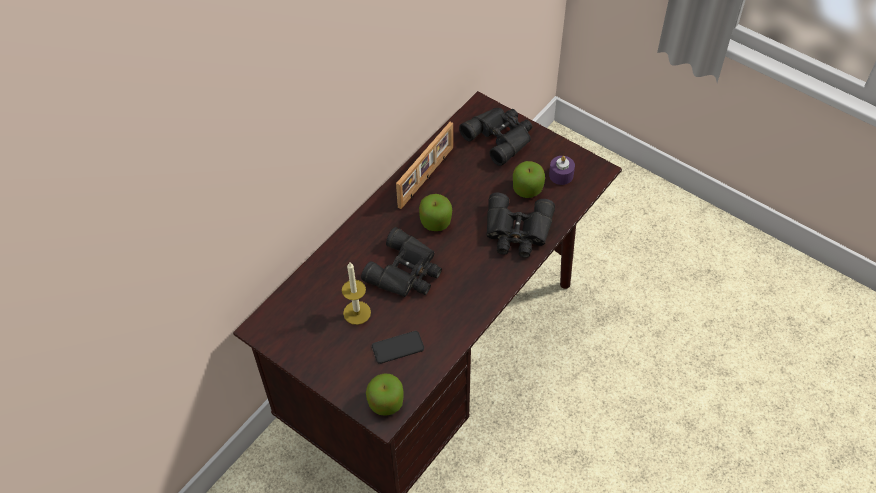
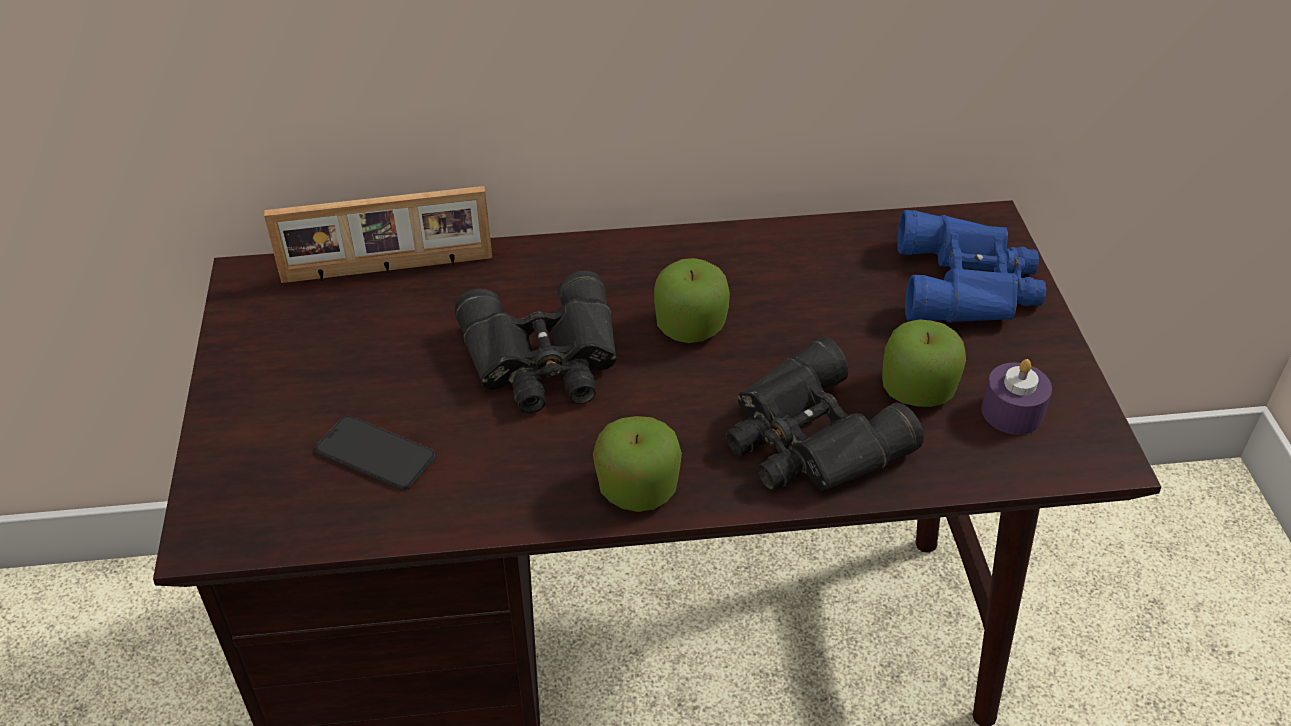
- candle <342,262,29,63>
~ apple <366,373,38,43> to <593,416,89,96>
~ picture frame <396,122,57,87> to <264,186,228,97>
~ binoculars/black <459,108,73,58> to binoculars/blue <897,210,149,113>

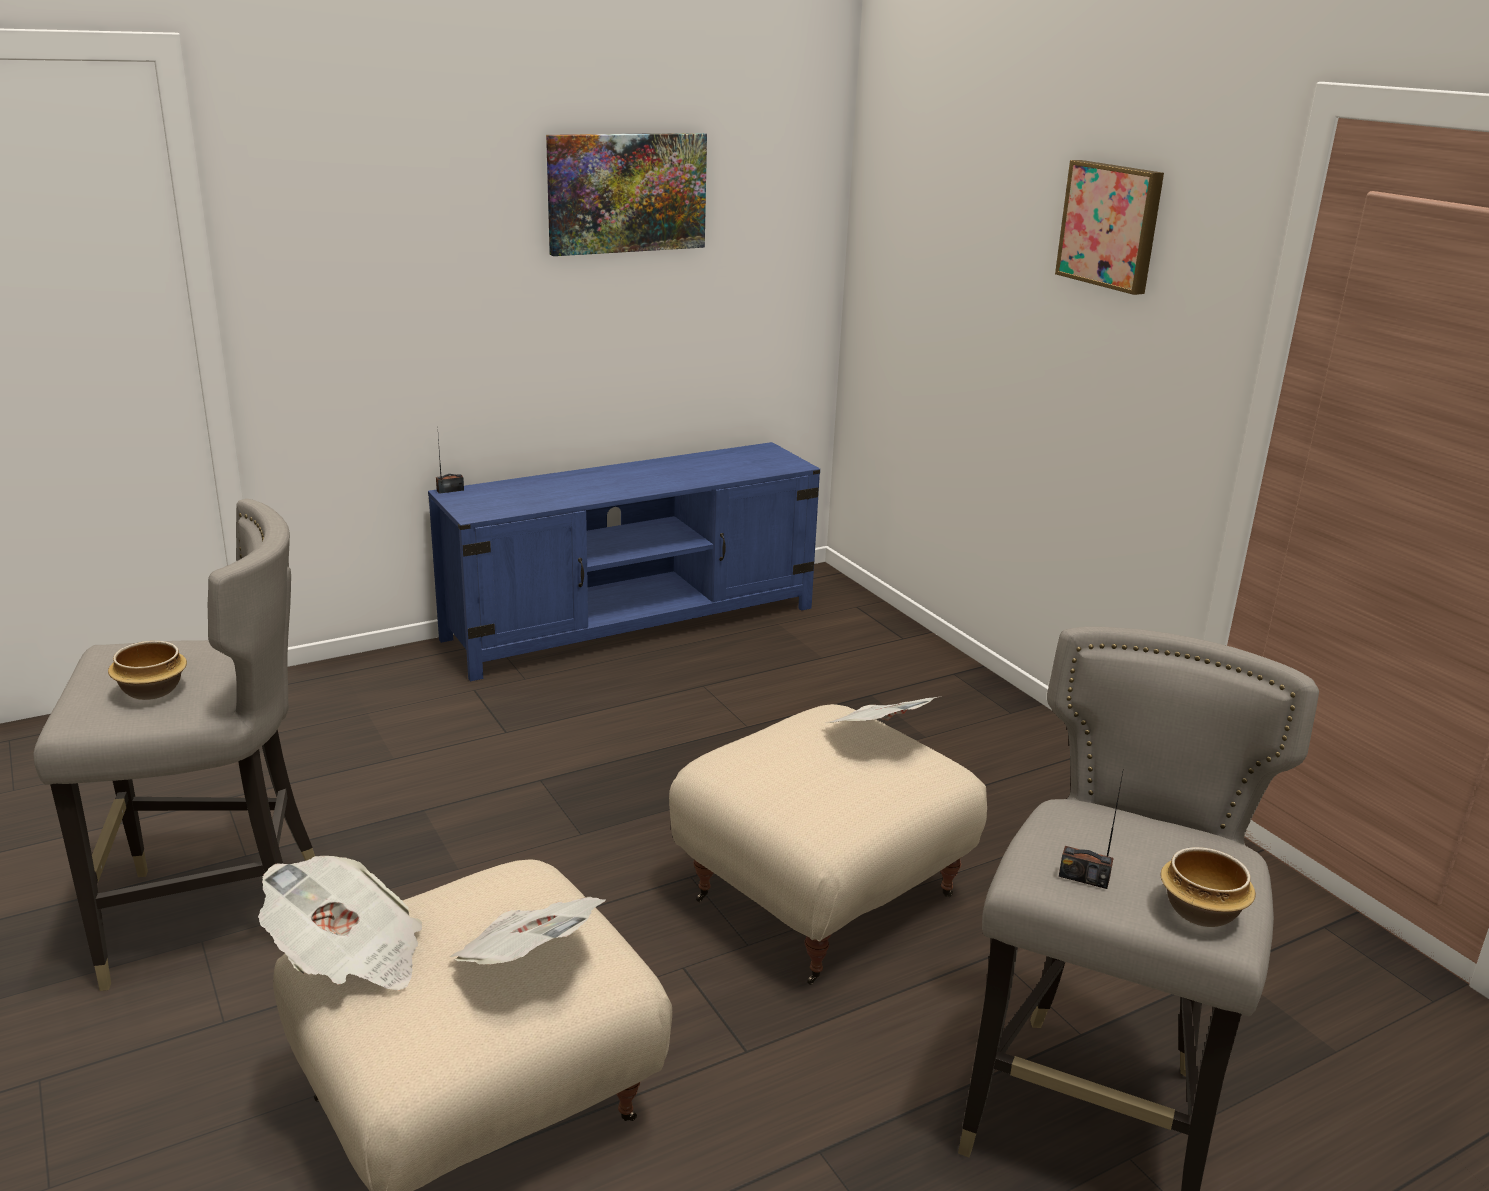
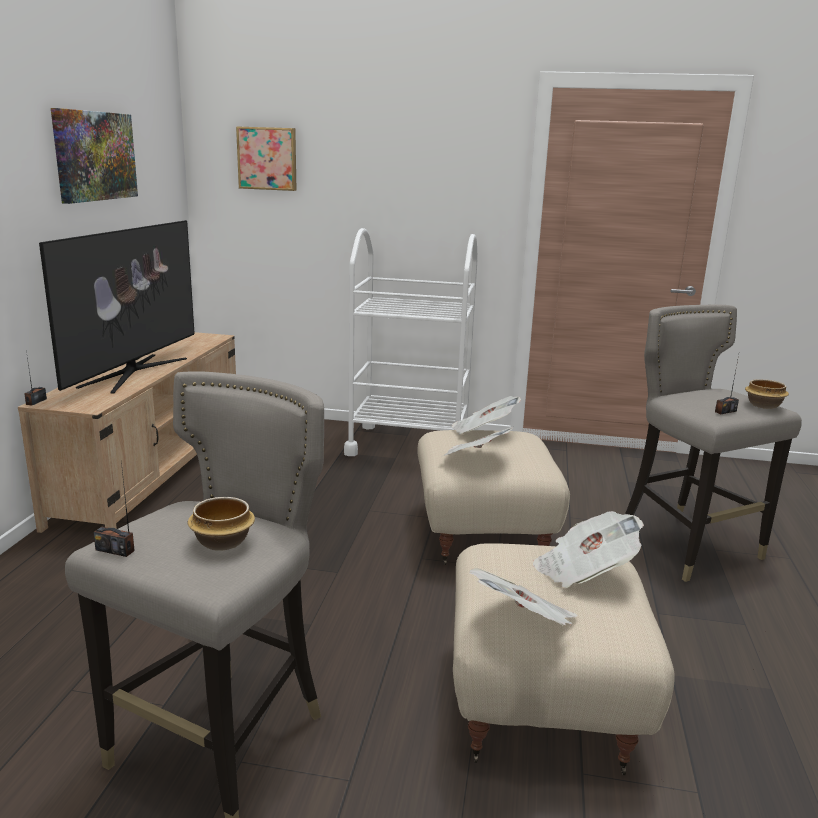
+ television <39,220,156,173>
+ radio <93,462,42,95>
+ cart/white <344,228,134,228>
+ newspaper <441,427,72,30>
~ picture <1055,160,109,135> to <236,126,61,65>
~ tv stand/blue <428,442,392,239> to tv stand/beige <18,332,218,201>

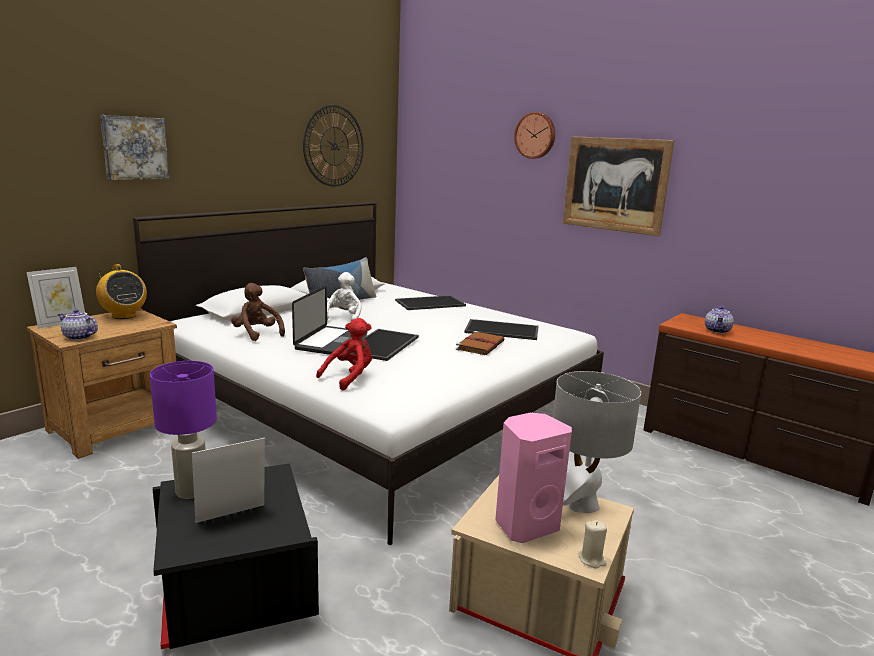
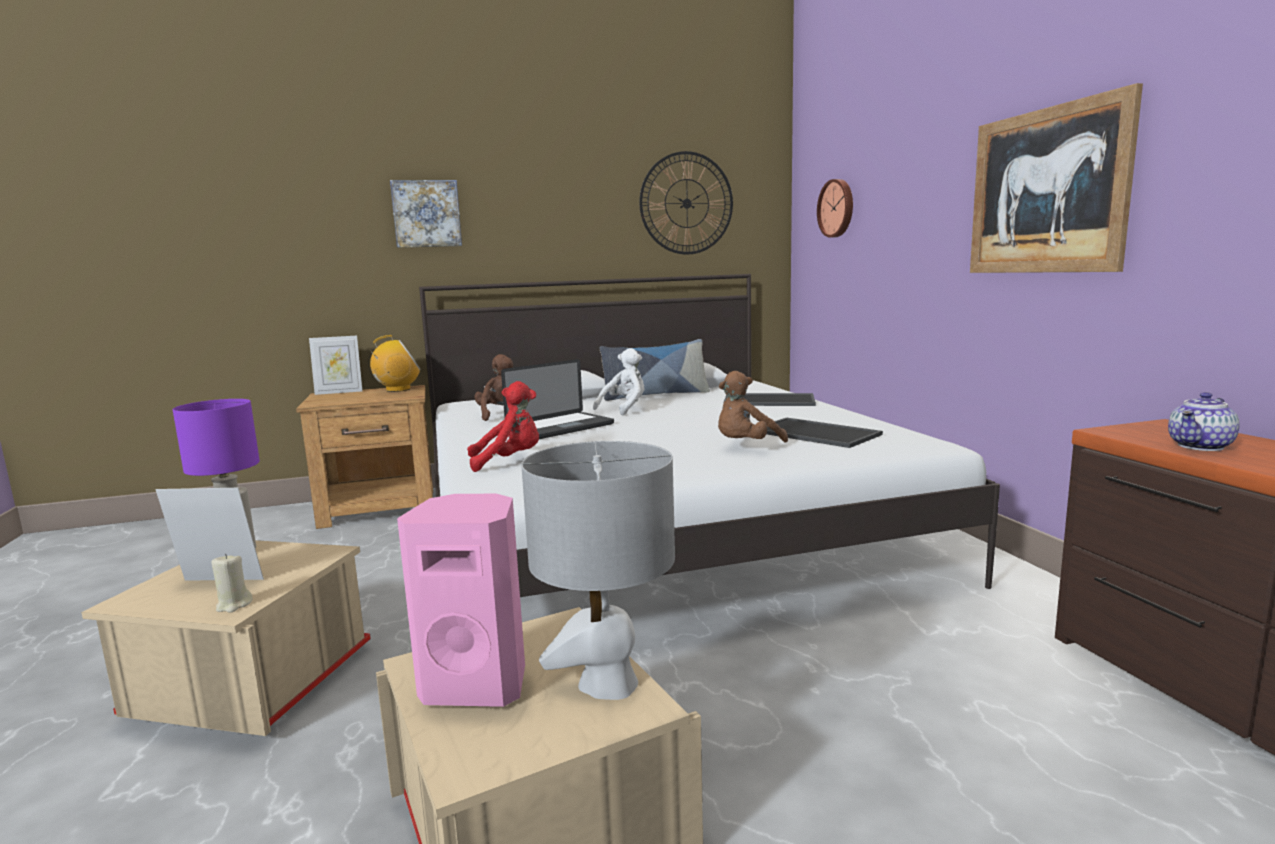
- teapot <57,309,41,31>
- tray <346,329,73,32>
~ wall clock <514,112,41,47> to <817,179,36,59>
~ candle/beige <579,520,28,49> to <212,554,41,59>
~ book/brown <456,331,48,24> to plush toy/brown <718,371,70,72>
~ storage box/black <153,464,166,186> to storage box/beige <81,540,290,196>
~ radio <96,264,51,55> = <368,335,53,57> 105 degrees counterclockwise

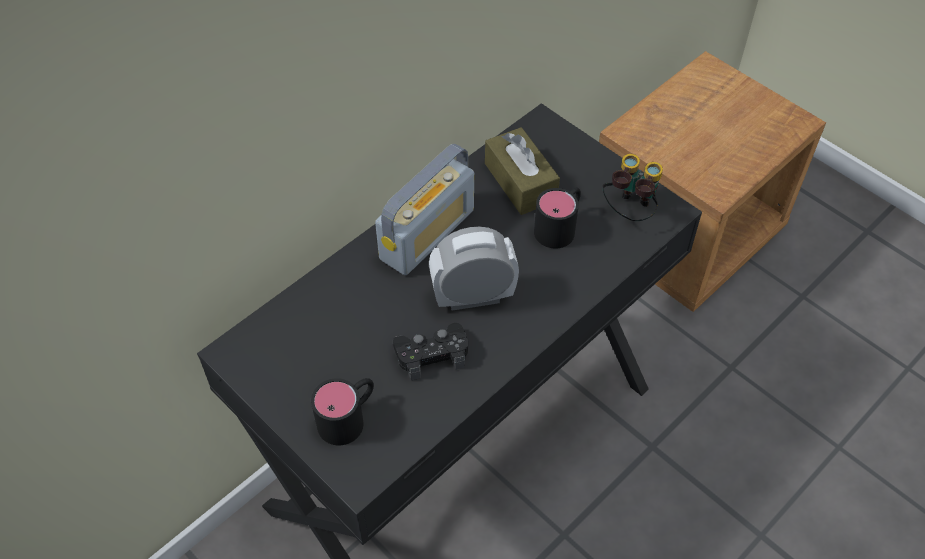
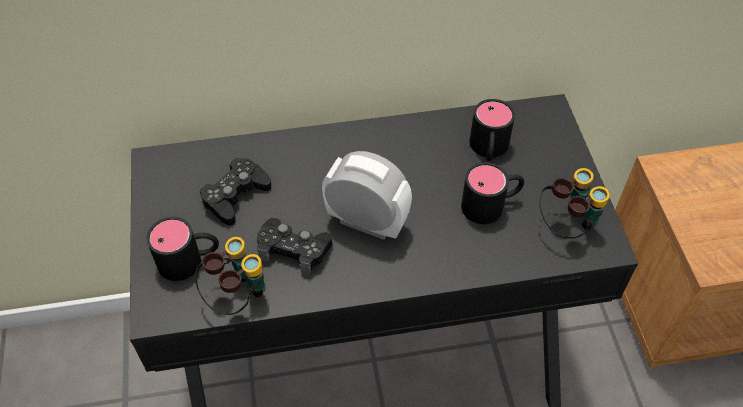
- radio <375,143,99,132>
+ binoculars <195,237,69,78>
+ game controller/black <200,157,71,68>
~ tissue box/brown <485,127,75,88> to mug/black <469,99,46,62>

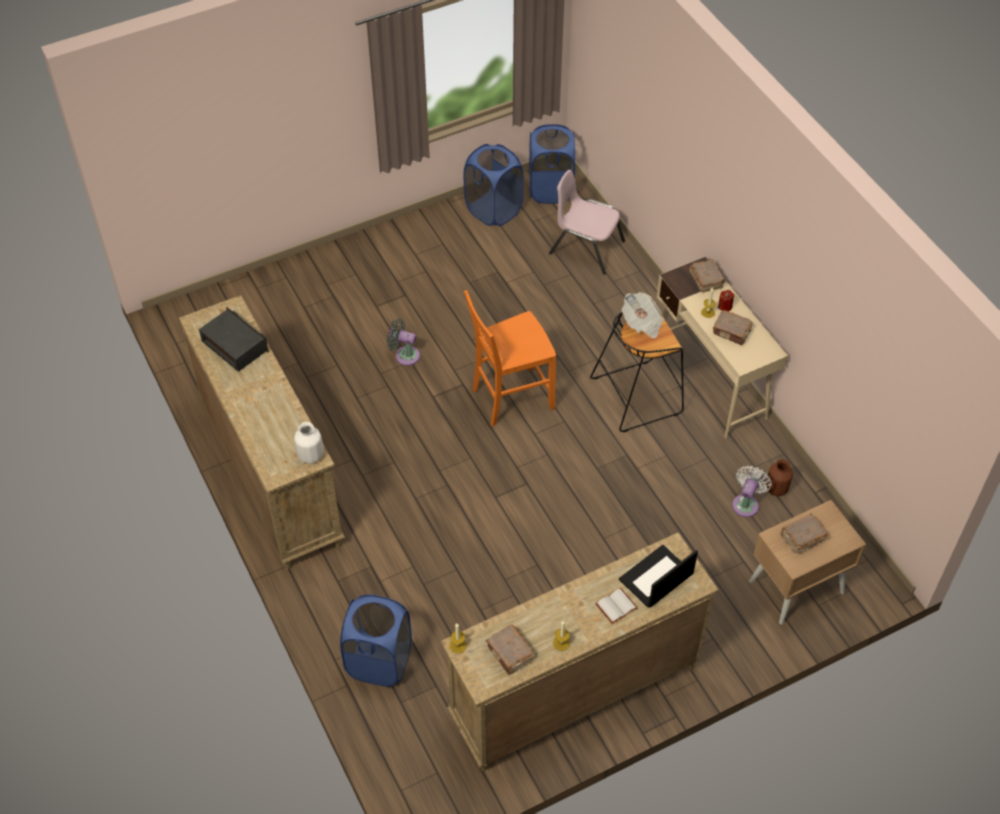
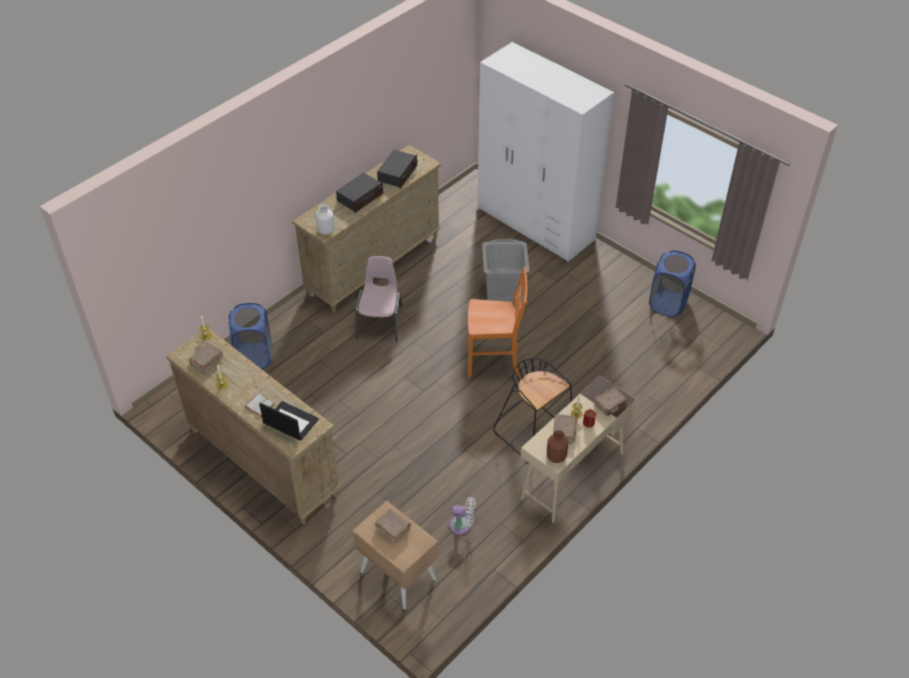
- laundry basket/blue <529,124,46,80>
- newspaper <622,292,42,47>
+ radio <336,172,47,41>
+ wardrobe/white <477,42,137,220>
~ chair/pink <549,170,76,105> to <355,256,47,86>
~ vase/brown <766,459,27,37> to <547,430,21,33>
~ fan/grey <387,318,33,48> to laundry basket/grey <482,239,47,64>
~ chair/orange <464,290,92,136> = <468,267,59,110> 135 degrees clockwise

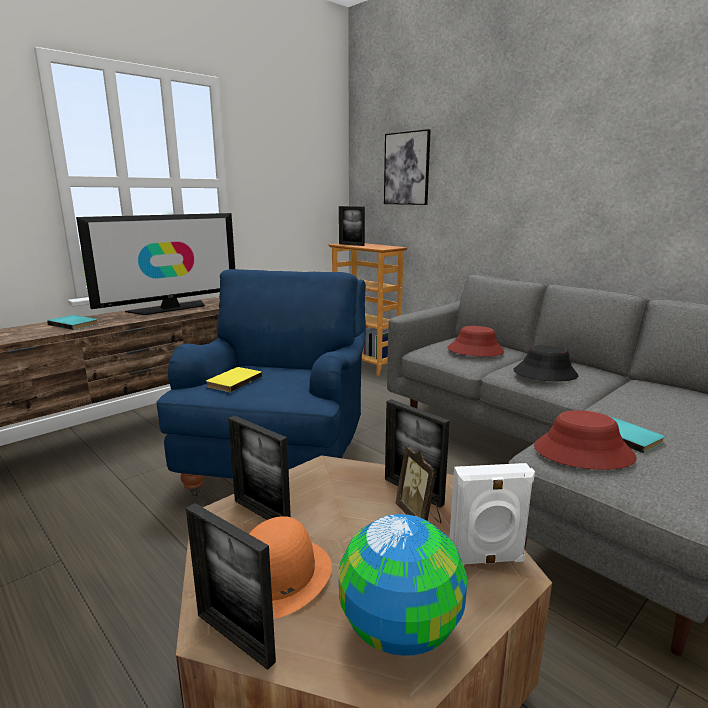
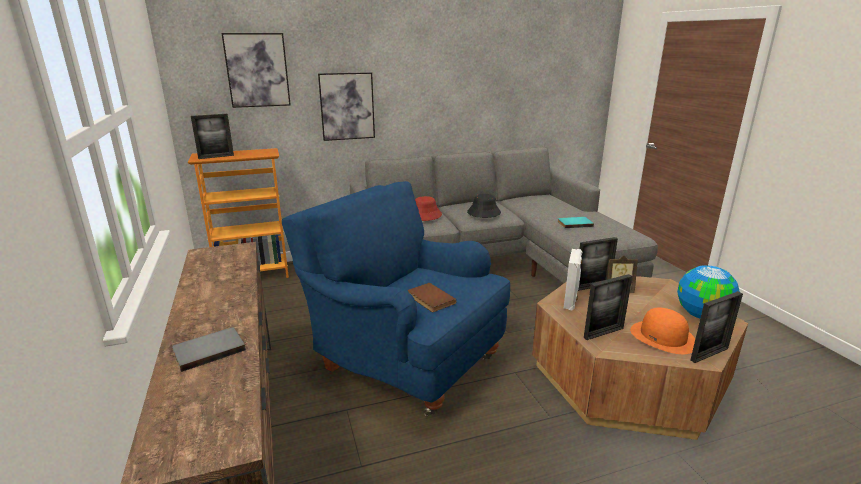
- television <76,213,159,102>
- hat/red <534,410,102,60>
+ picture <318,72,57,69>
~ speaker/white <449,463,86,102> to <564,249,18,61>
~ book/turquoise <47,315,51,15> to book/grey <172,327,74,45>
~ book/yellow <206,367,57,25> to book/brown <408,283,48,29>

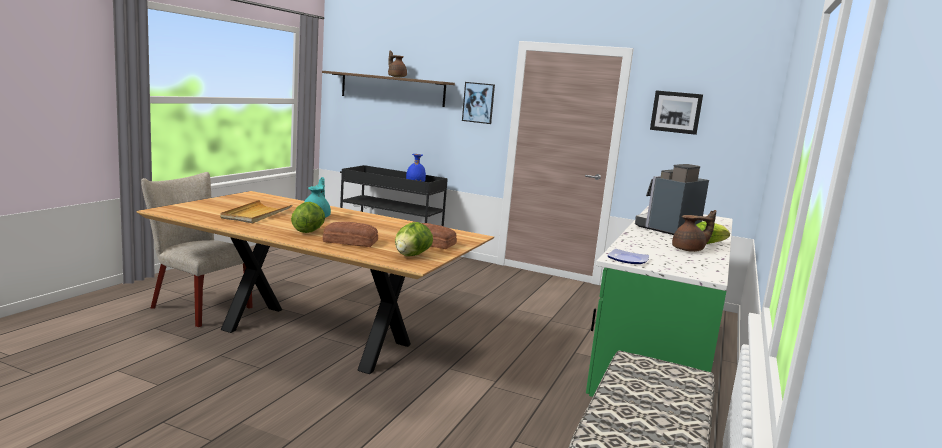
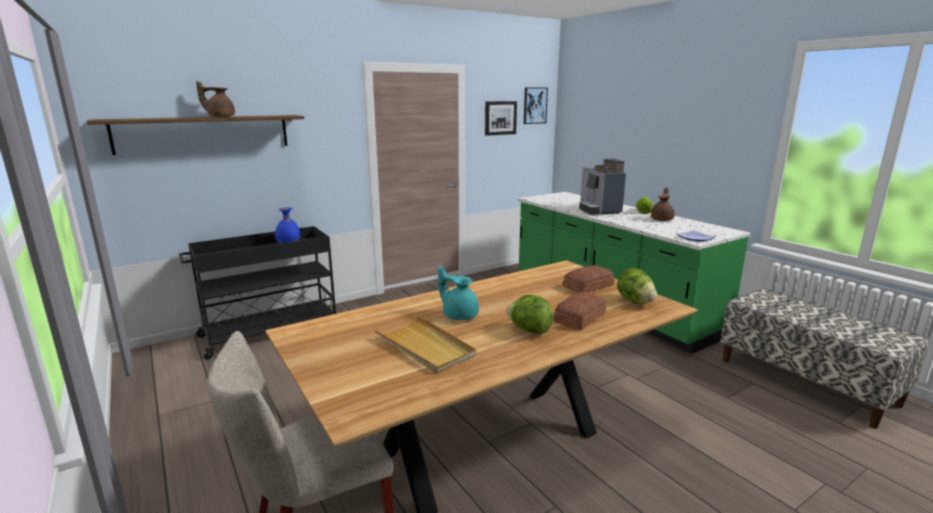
~ picture <462,82,33,42> to <524,87,24,37>

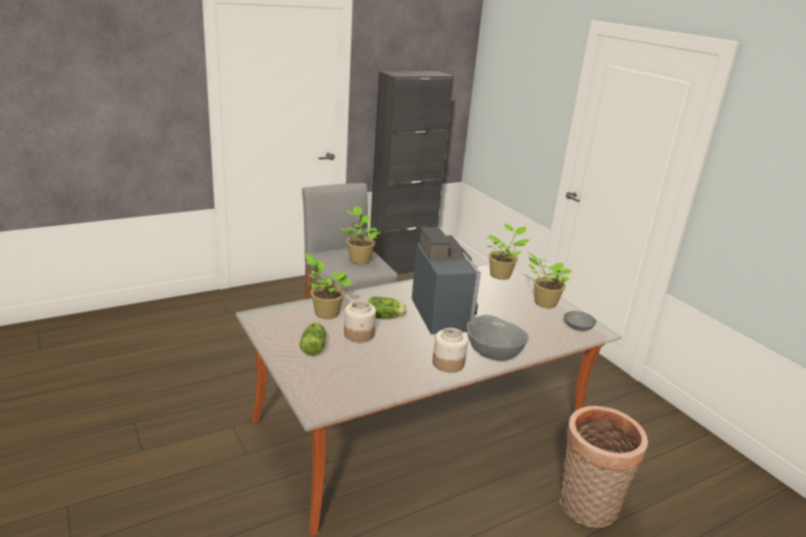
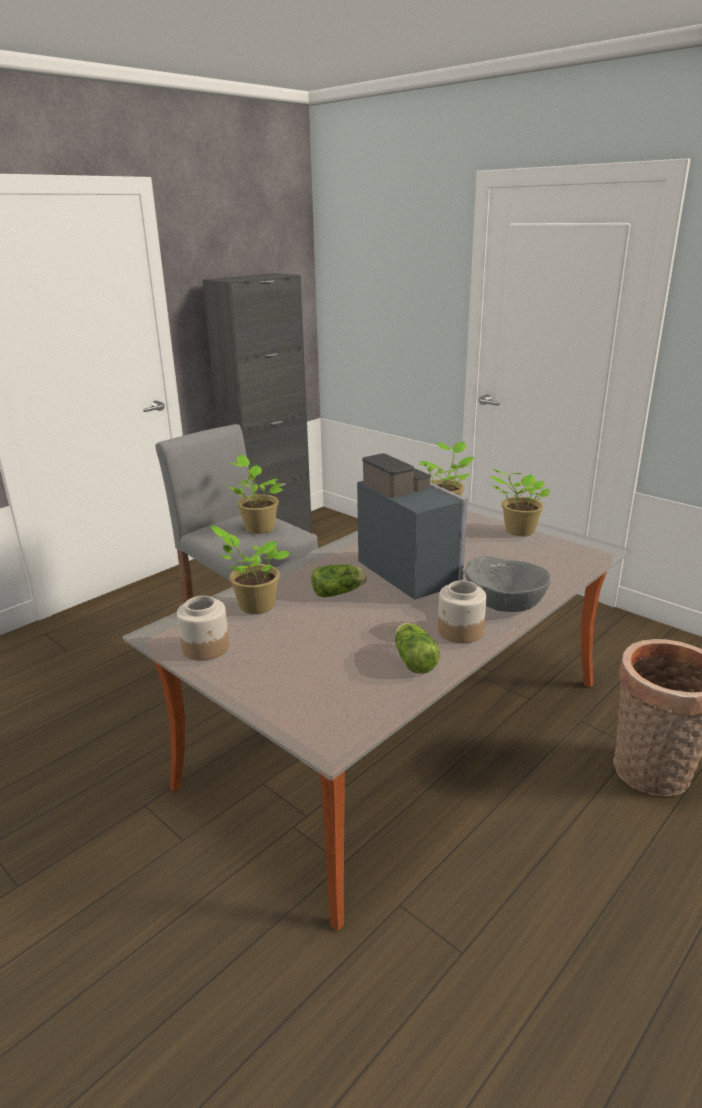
- bowl/grey <564,311,32,20>
~ lettuce <300,322,26,34> to <395,623,45,51>
~ jar <344,300,32,42> to <177,596,52,64>

